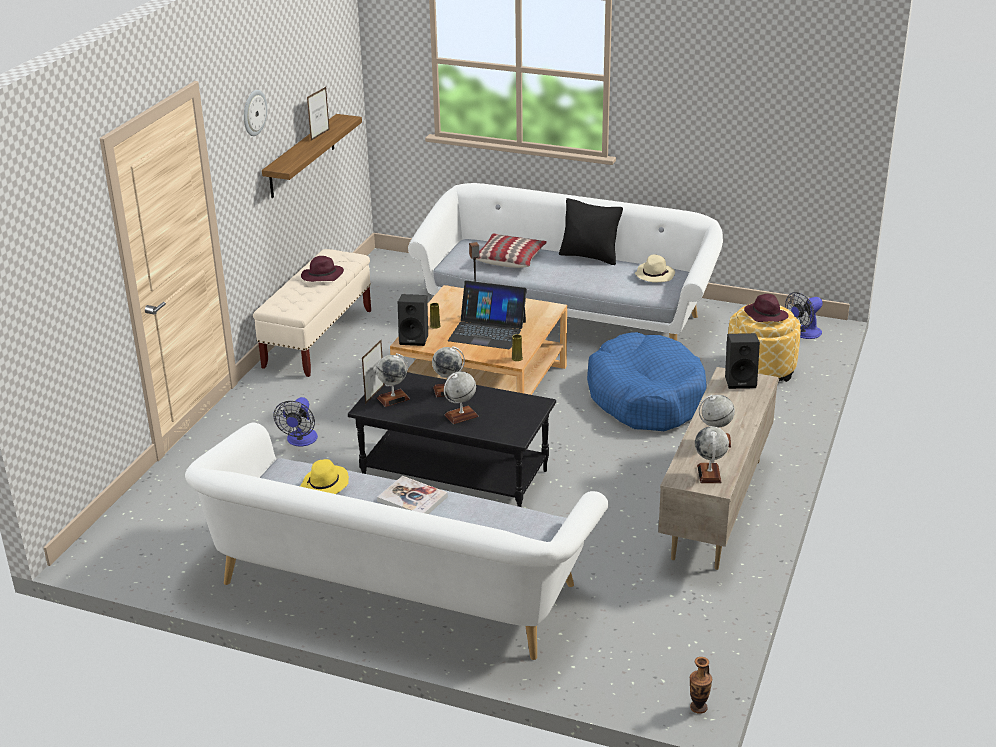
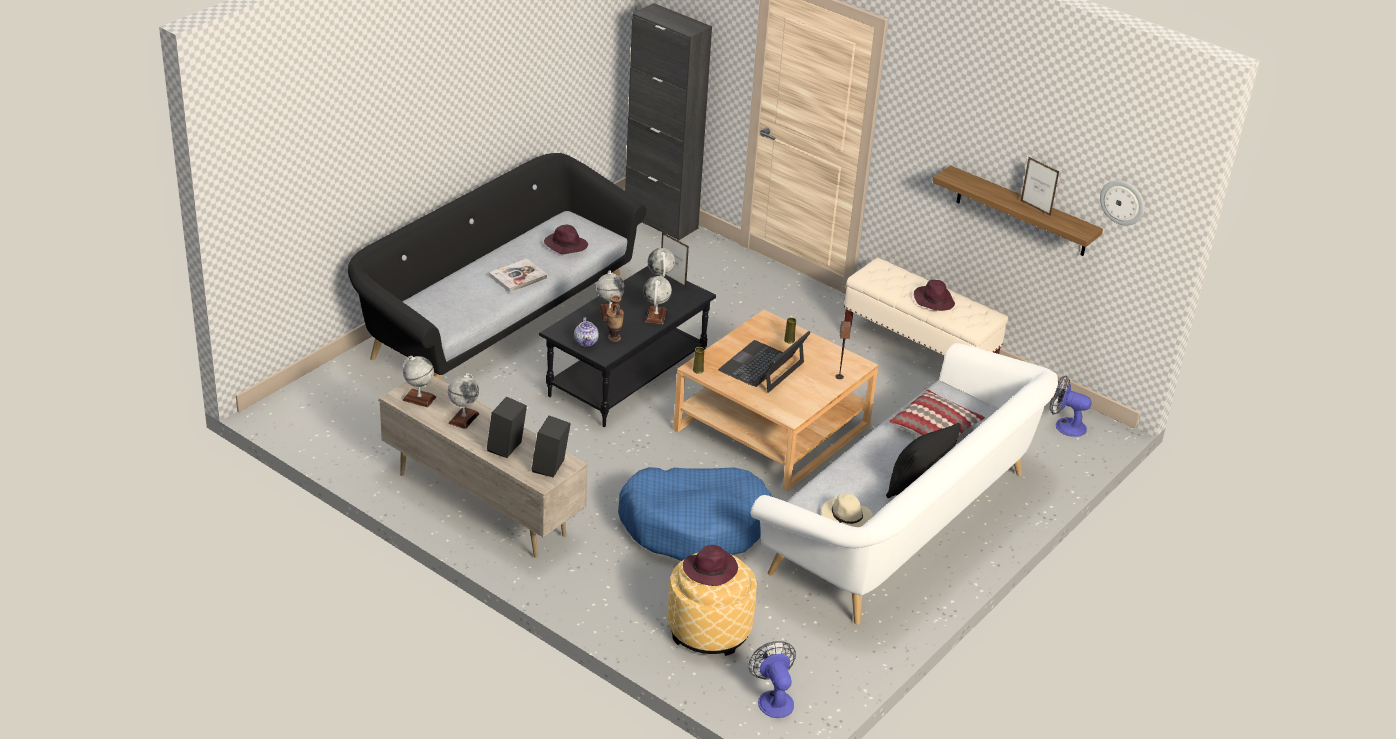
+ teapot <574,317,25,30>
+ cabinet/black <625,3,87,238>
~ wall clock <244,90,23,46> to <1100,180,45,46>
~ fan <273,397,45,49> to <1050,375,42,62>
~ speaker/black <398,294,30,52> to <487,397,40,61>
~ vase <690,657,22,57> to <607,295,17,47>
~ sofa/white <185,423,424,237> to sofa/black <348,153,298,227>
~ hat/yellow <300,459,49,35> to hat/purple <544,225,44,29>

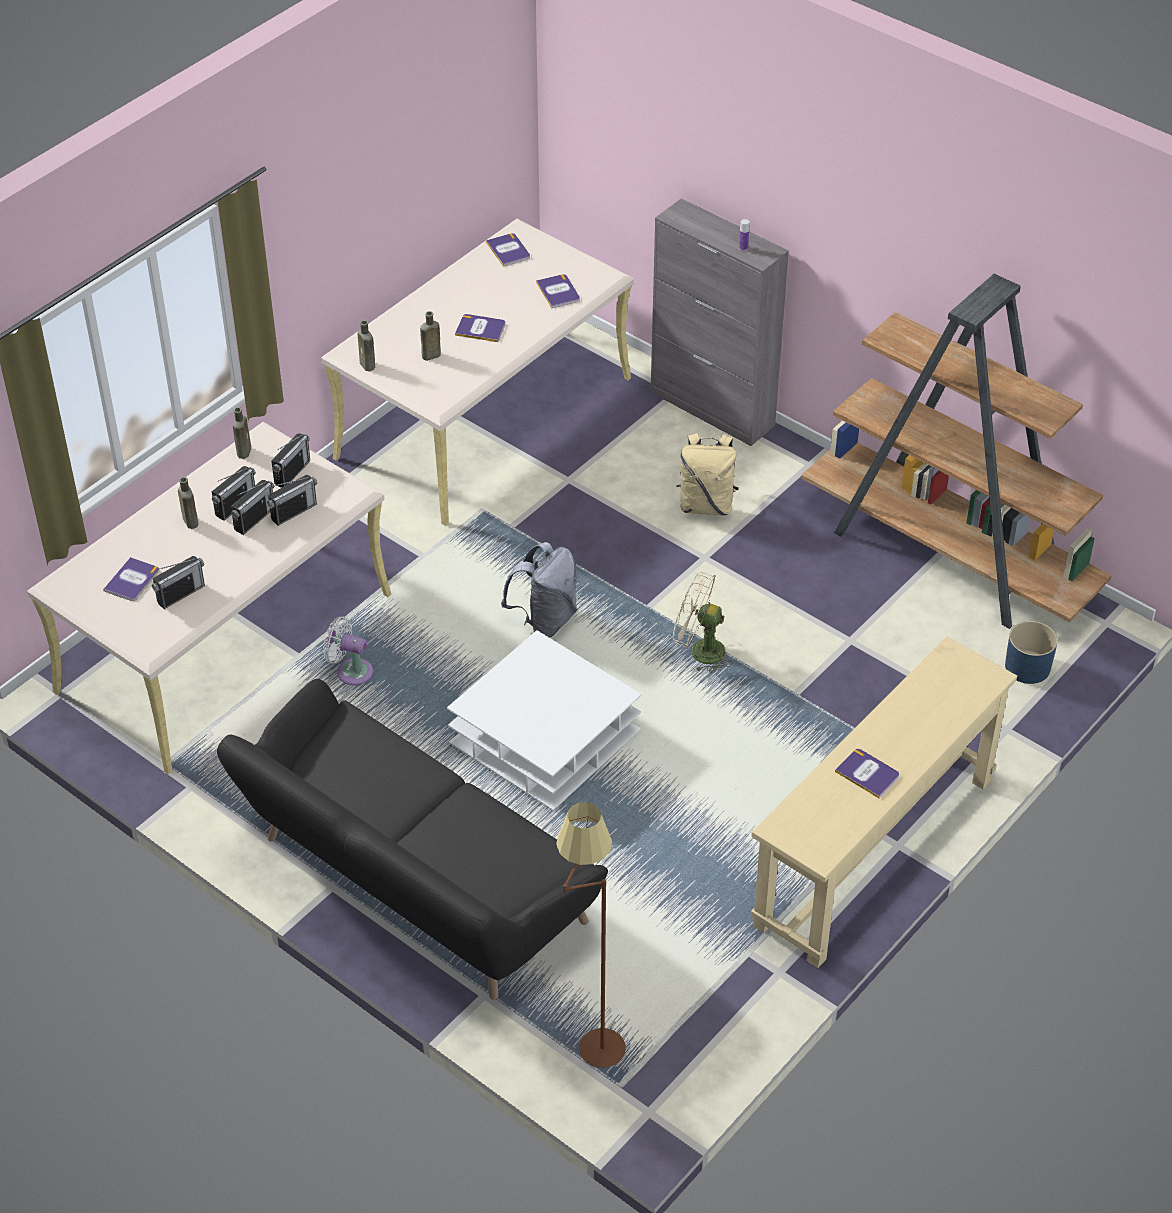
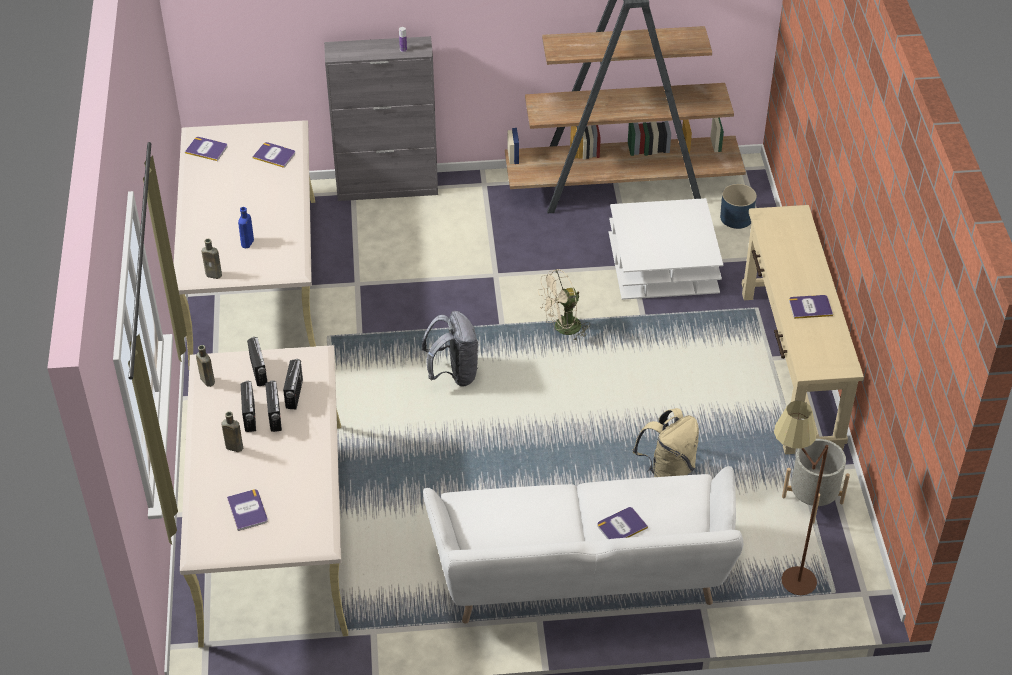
- radio <152,556,53,53>
- fan/white <323,616,50,69>
+ planter/grey <782,439,68,85>
~ coffee table/white <447,630,194,181> to <609,198,114,102>
~ book <455,314,51,28> to <597,507,51,32>
~ backpack/beige <676,433,63,83> to <633,408,66,69>
~ sofa/black <217,679,391,321> to sofa/white <423,466,320,158>
~ bottle/brown <420,311,21,50> to bottle/blue <238,207,16,41>

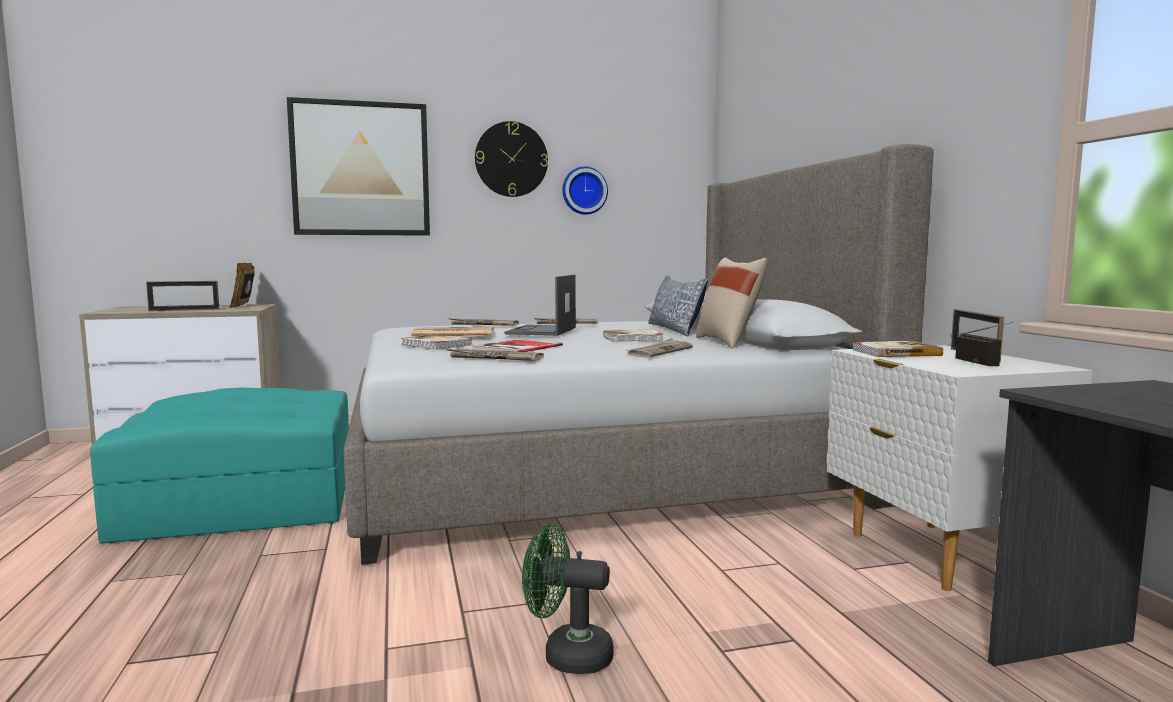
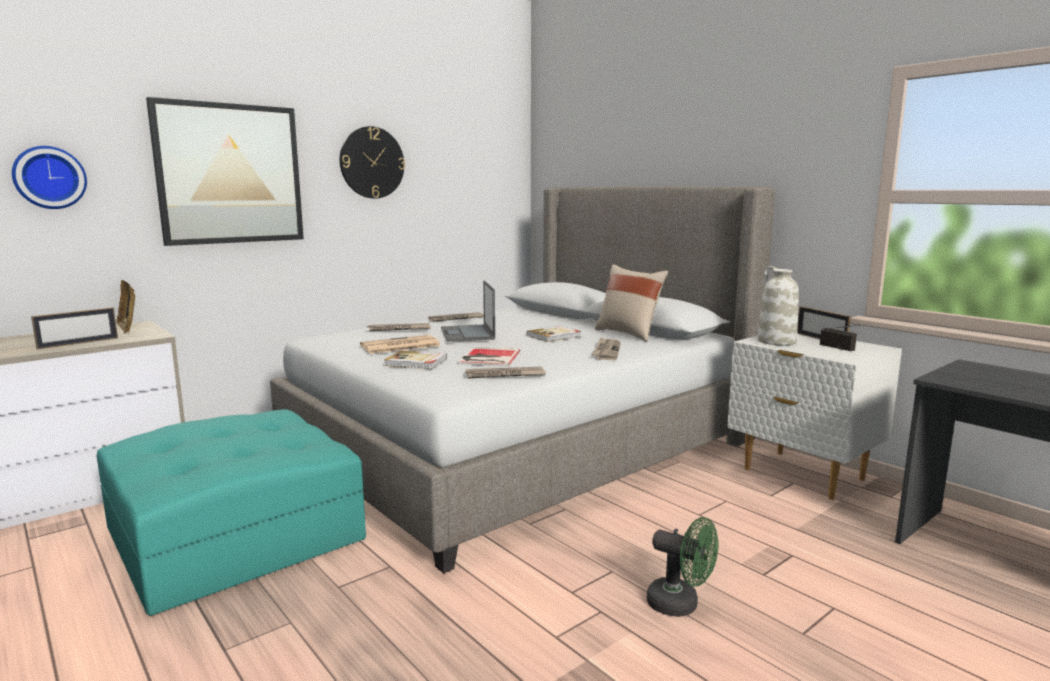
- pillow <648,275,60,61>
~ wall clock <562,166,46,49> to <12,146,75,63>
~ book <852,341,91,16> to vase/white <758,266,41,80>
~ fan/green <522,524,92,150> = <647,517,72,100> 135 degrees counterclockwise

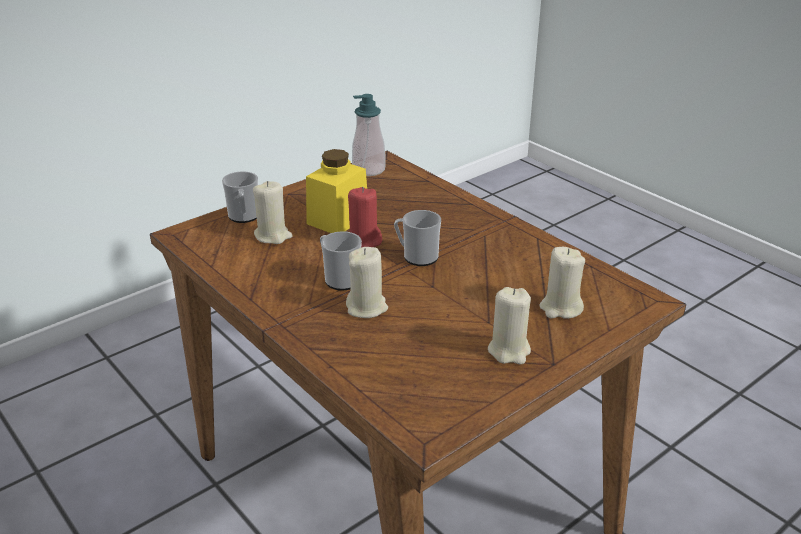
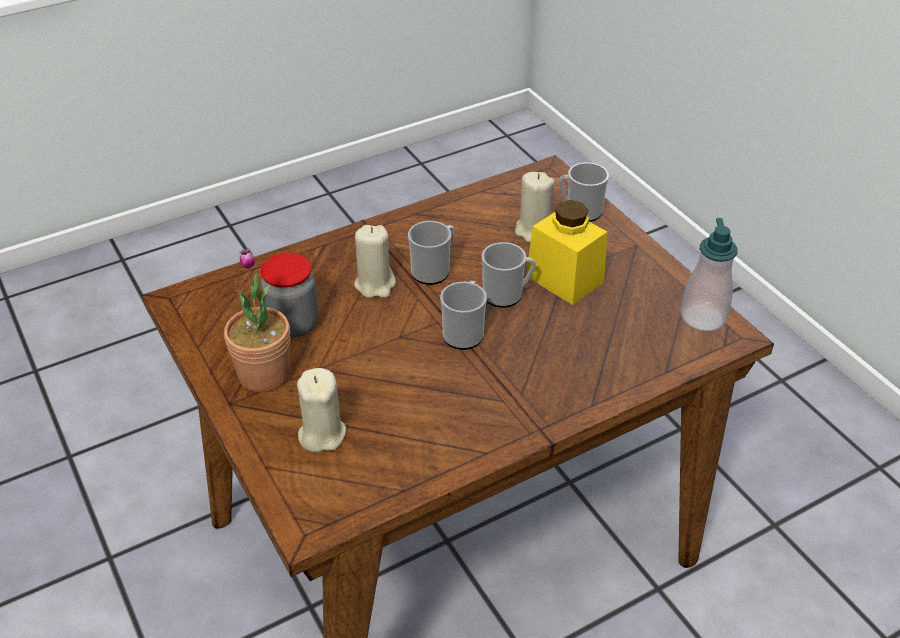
+ jar <261,253,58,85>
~ candle/red <348,187,34,61> to mug <482,242,54,66>
~ candle/beige <488,287,43,77> to potted plant <224,248,67,144>

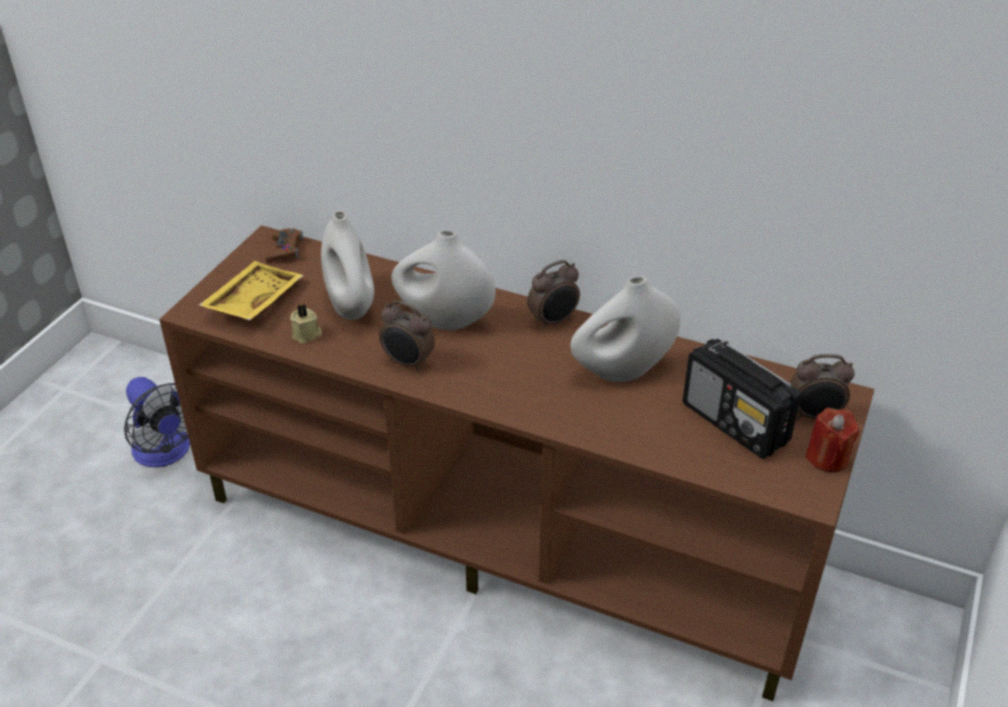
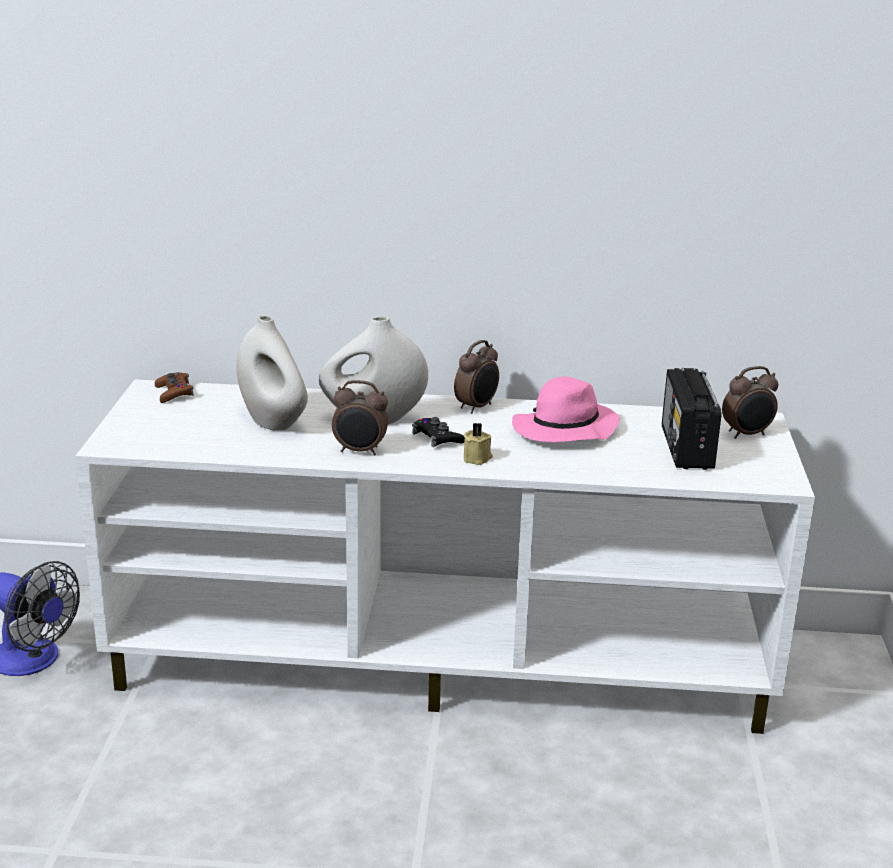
- tray/yellow <199,261,105,59>
- candle/red <805,408,54,64>
+ game controller/black <412,417,53,30>
~ candle/beige <290,305,32,39> to <464,423,29,42>
~ vase/white <570,276,111,106> to hat/pink <512,377,107,65>
~ tv stand/brown <159,225,716,476> to tv stand/white <75,379,740,355>
~ radio <683,339,118,120> = <662,368,60,102> 60 degrees clockwise

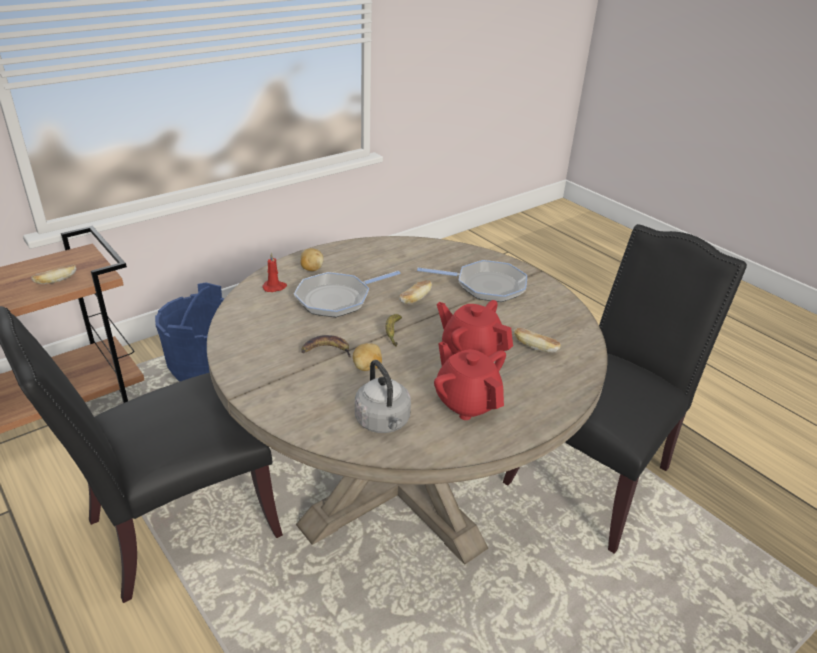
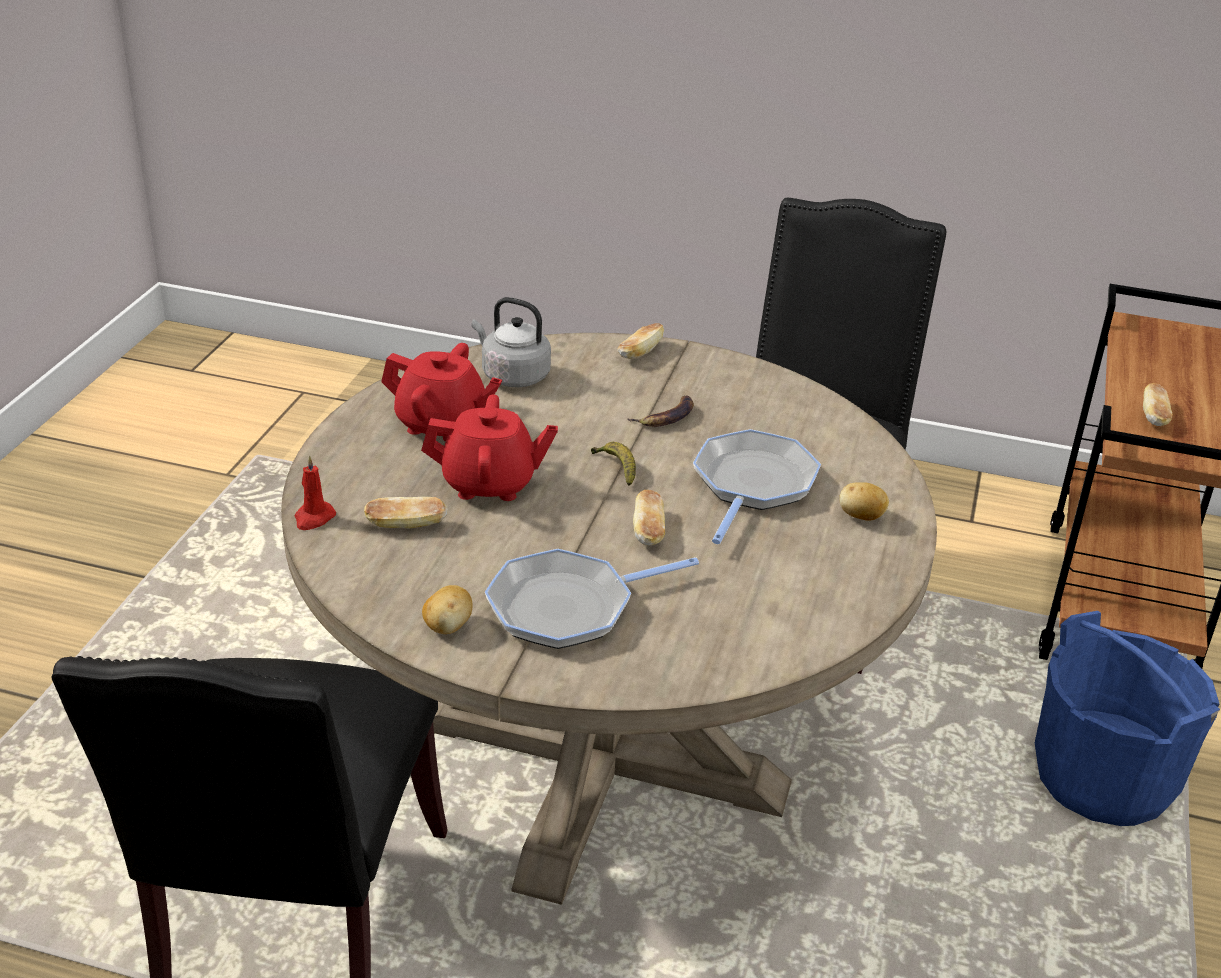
+ bread <618,323,46,36>
~ candle/red <262,252,25,40> to <295,455,41,75>
~ potato <353,343,29,28> to <422,585,51,49>

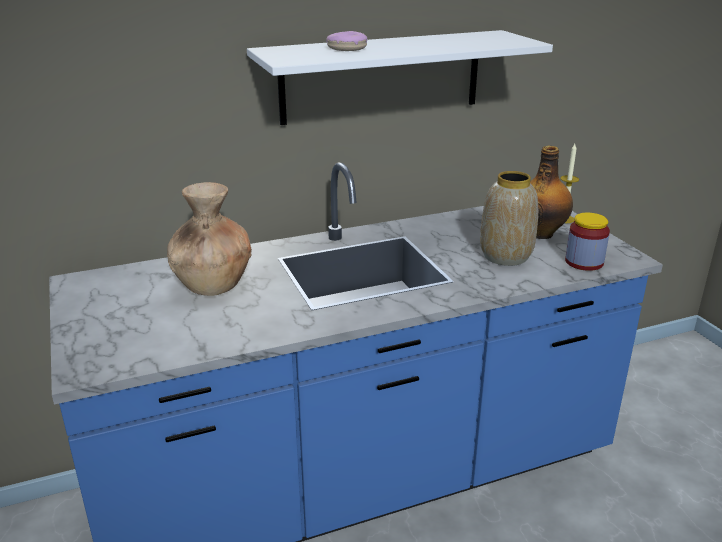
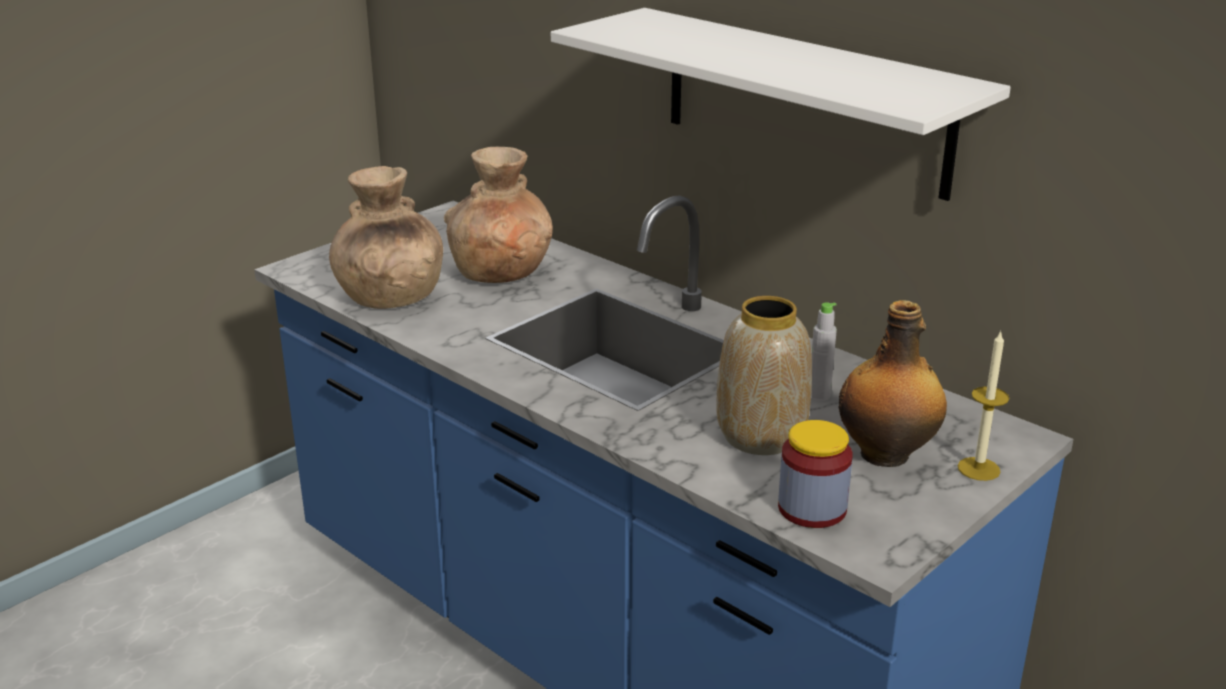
- donut <326,31,41,20>
+ vase/brown <329,166,114,143>
+ bottle/grey <811,302,26,99>

